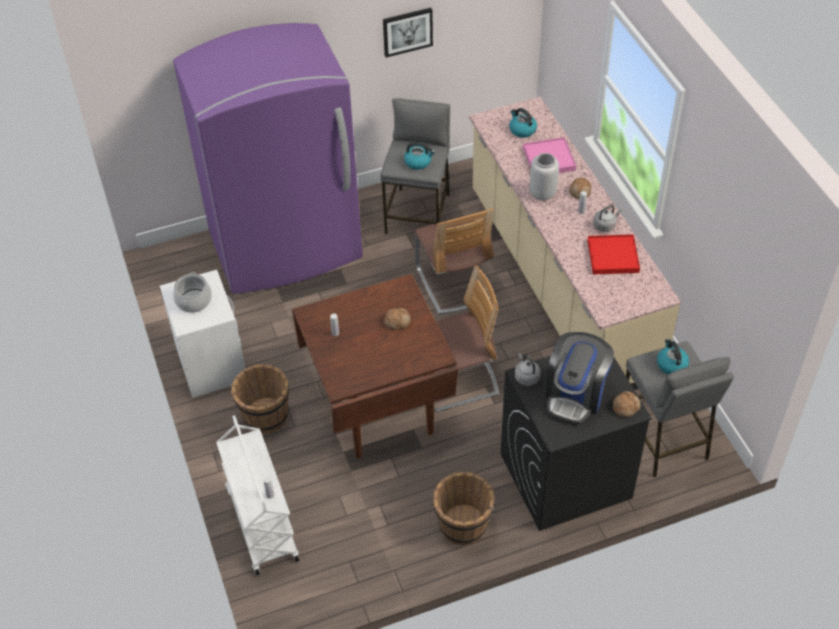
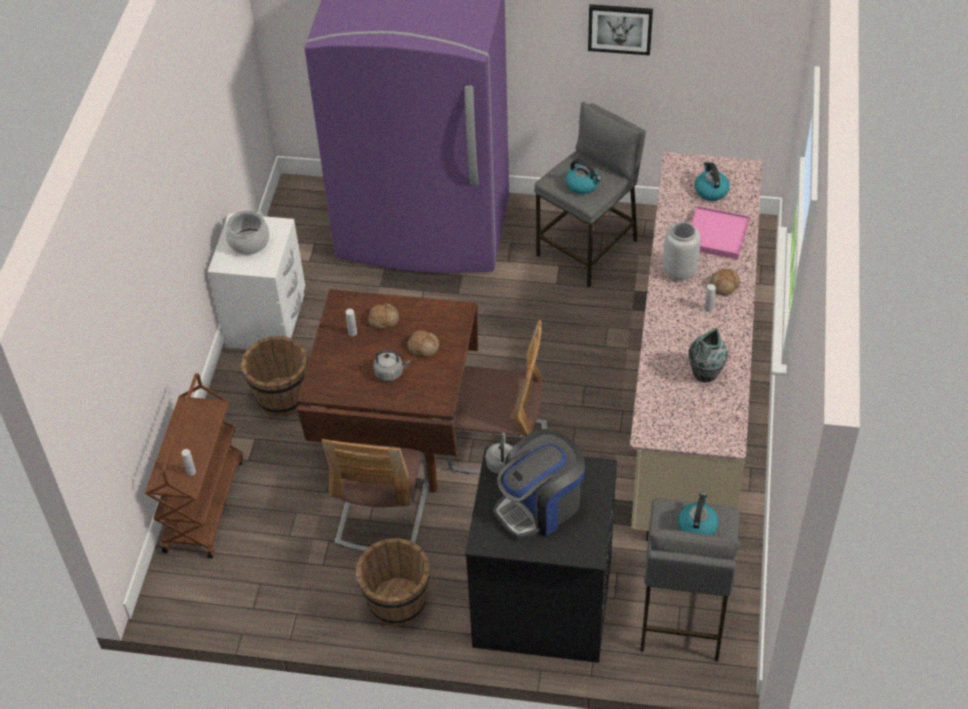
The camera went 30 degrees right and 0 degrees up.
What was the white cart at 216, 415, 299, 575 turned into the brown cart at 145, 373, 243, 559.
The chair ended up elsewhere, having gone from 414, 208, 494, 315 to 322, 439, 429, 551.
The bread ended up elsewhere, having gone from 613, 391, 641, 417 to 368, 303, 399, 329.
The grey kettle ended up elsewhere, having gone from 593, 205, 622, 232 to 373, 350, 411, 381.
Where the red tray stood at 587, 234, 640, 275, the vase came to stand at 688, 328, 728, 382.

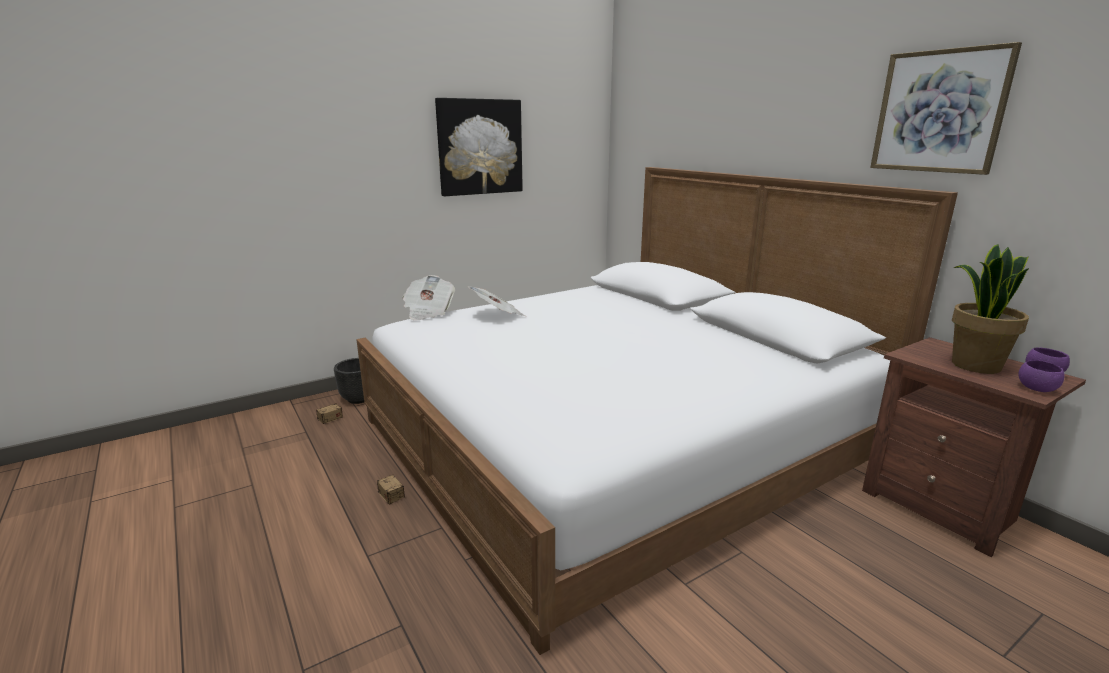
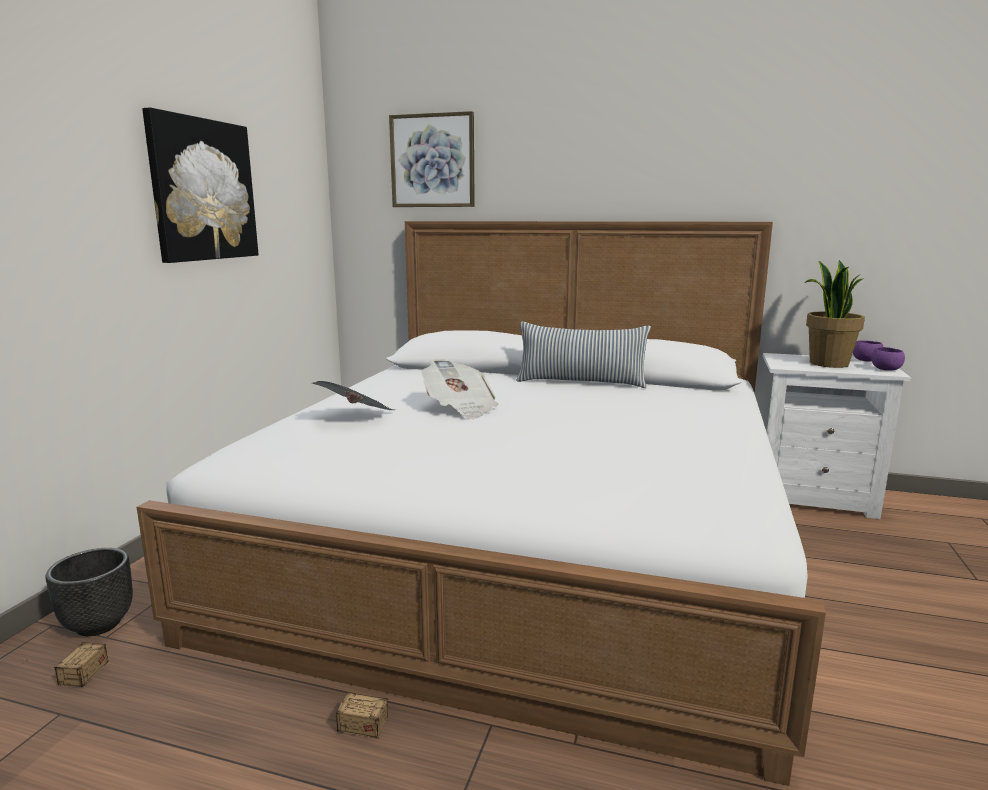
The camera went 40 degrees left and 5 degrees down.
The picture ended up elsewhere, having gone from 870, 42, 1022, 175 to 389, 111, 475, 207.
The newspaper ended up elsewhere, having gone from 402, 275, 456, 320 to 421, 359, 499, 419.
The second view gained the pillow at 517, 322, 651, 388.
What was the brown nightstand at 862, 337, 1086, 557 turned into the white nightstand at 763, 353, 911, 519.

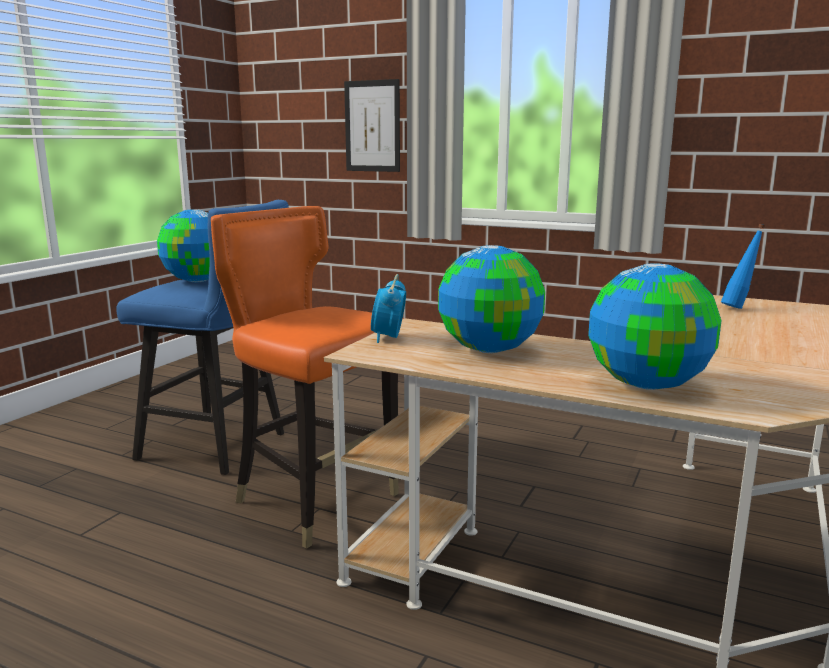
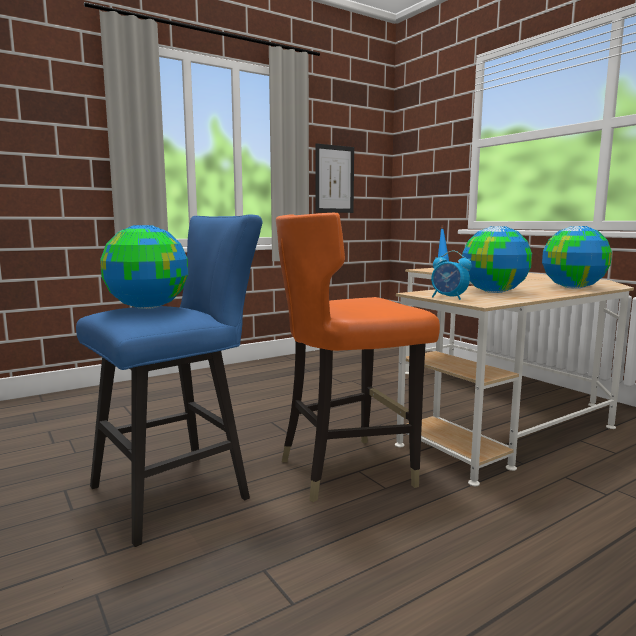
The camera went 60 degrees left and 5 degrees down.
The picture ended up elsewhere, having gone from 344, 79, 400, 172 to 316, 143, 354, 213.

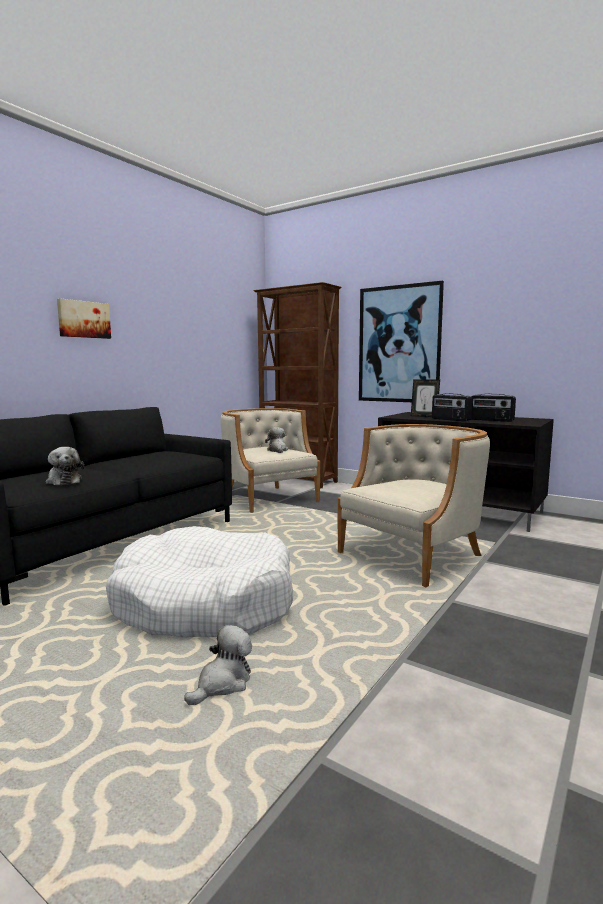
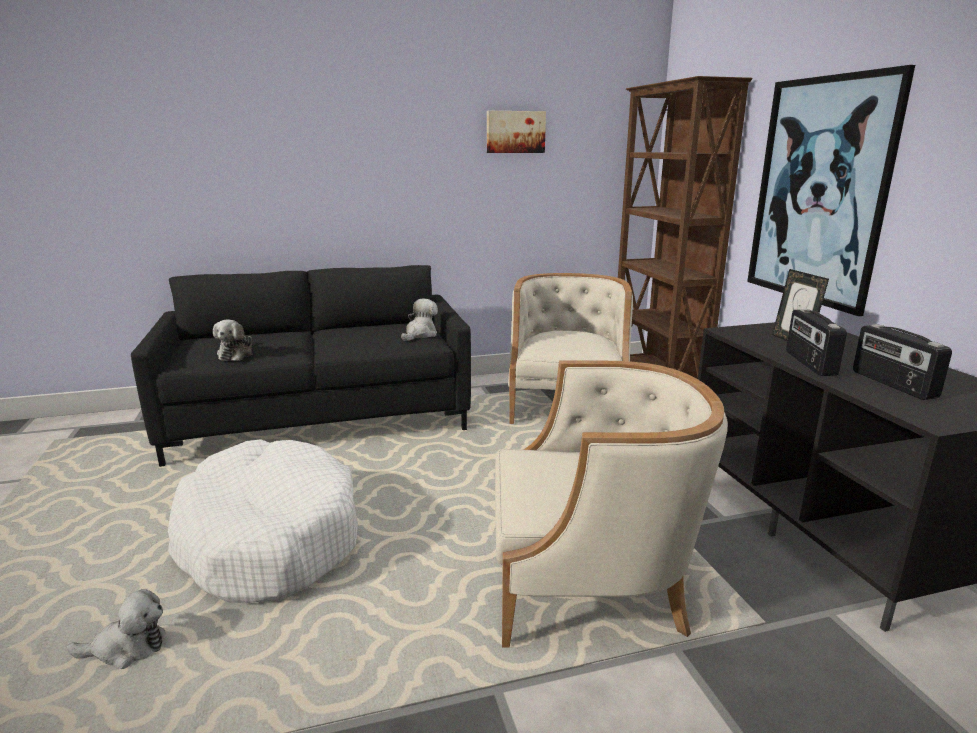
The camera went 40 degrees right and 10 degrees up.
The plush toy ended up elsewhere, having gone from 265, 427, 288, 453 to 401, 299, 438, 341.
The picture ended up elsewhere, having gone from 57, 298, 111, 339 to 487, 111, 546, 153.

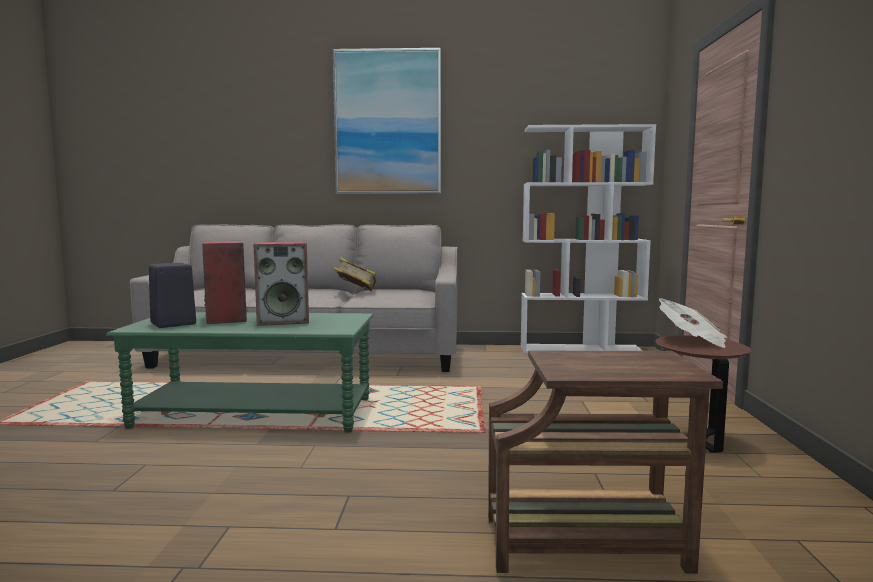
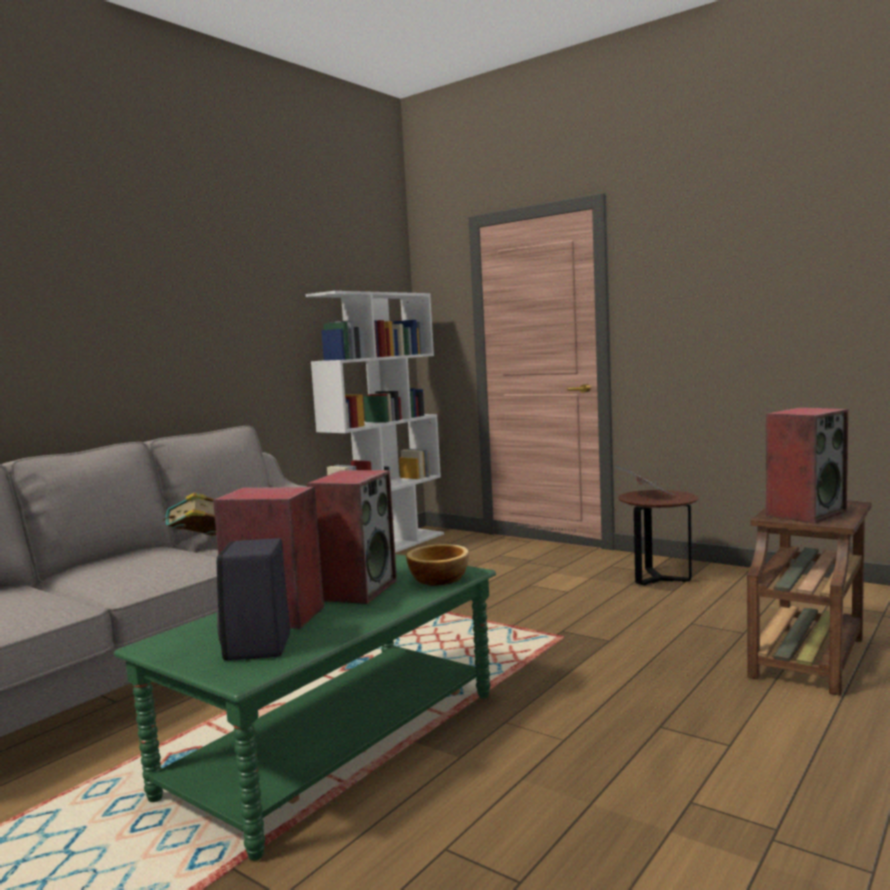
The camera went 55 degrees left and 0 degrees up.
The second view gained the bowl at 406, 544, 469, 586.
The second view gained the speaker at 766, 407, 848, 524.
The second view lost the picture at 333, 48, 441, 194.

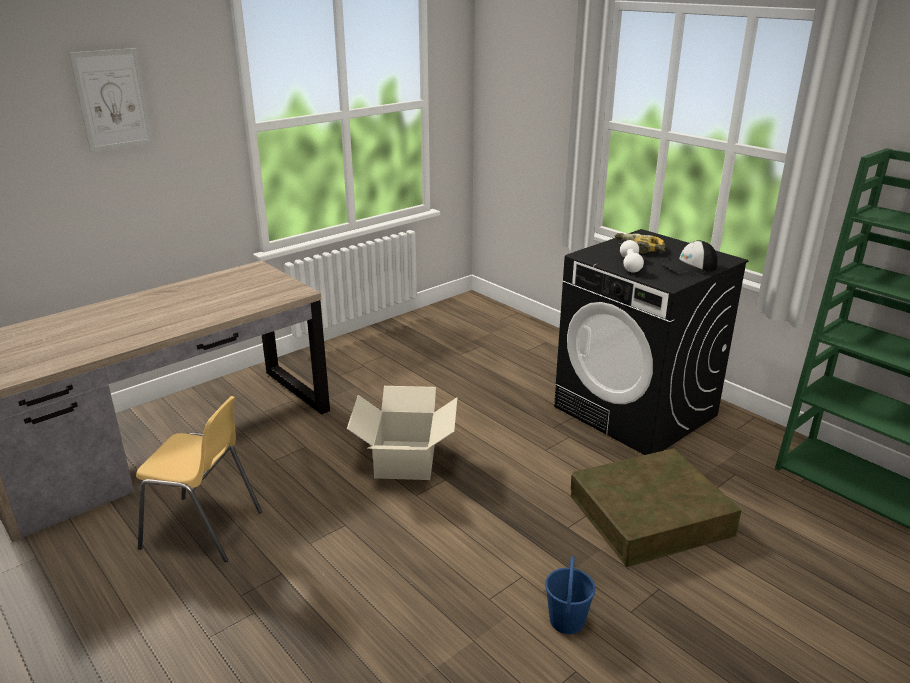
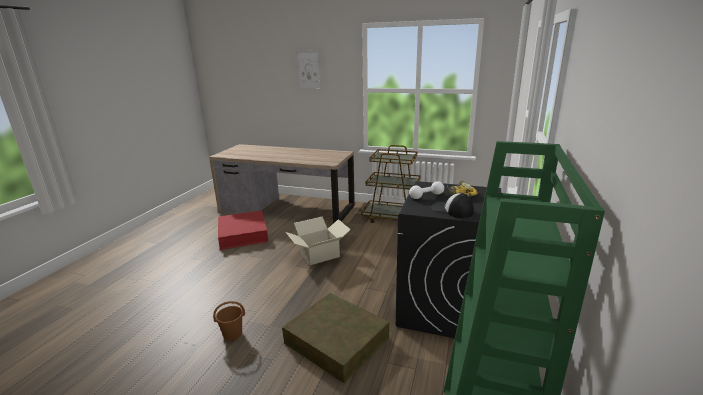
The camera went 60 degrees right and 5 degrees down.
What was the blue bucket at 545, 556, 596, 634 turned into the brown bucket at 213, 301, 245, 341.
Where the yellow chair stood at 136, 396, 262, 562, the red storage box came to stand at 218, 210, 268, 250.
The second view gained the brown cart at 361, 145, 420, 223.

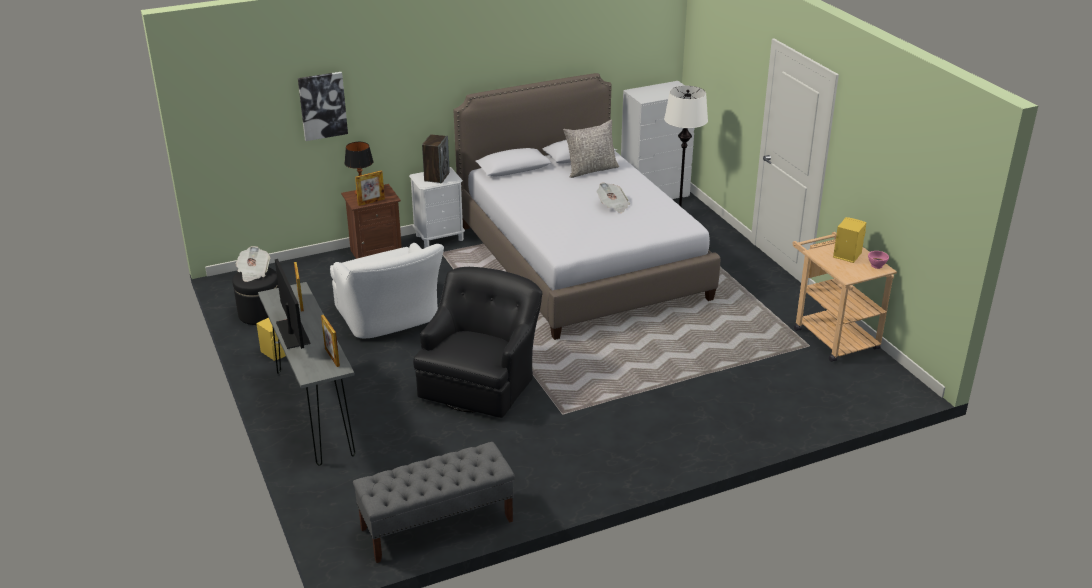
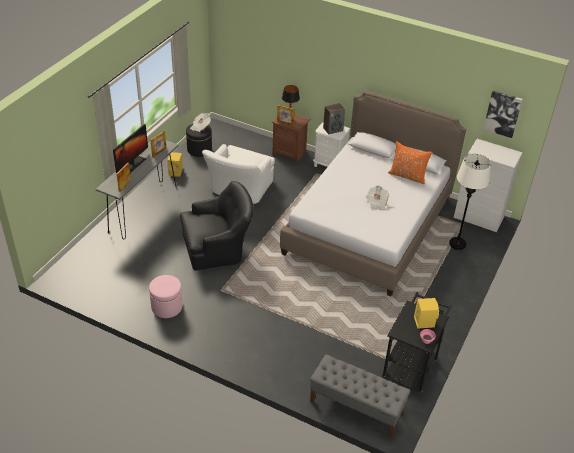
The camera went 50 degrees right and 10 degrees up.
The second view gained the pink ottoman at 149, 275, 182, 318.
The grey bench ended up elsewhere, having gone from 353, 442, 515, 563 to 310, 354, 410, 438.
What was the beige cart at 792, 232, 897, 362 turned into the black cart at 382, 292, 452, 394.
What was the grey pillow at 563, 120, 619, 178 turned into the orange pillow at 388, 141, 433, 184.
The picture ended up elsewhere, having gone from 298, 72, 348, 141 to 483, 91, 523, 138.

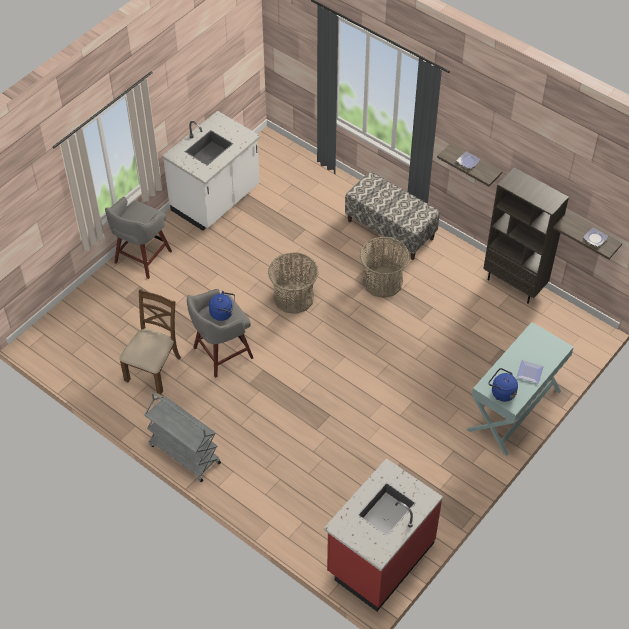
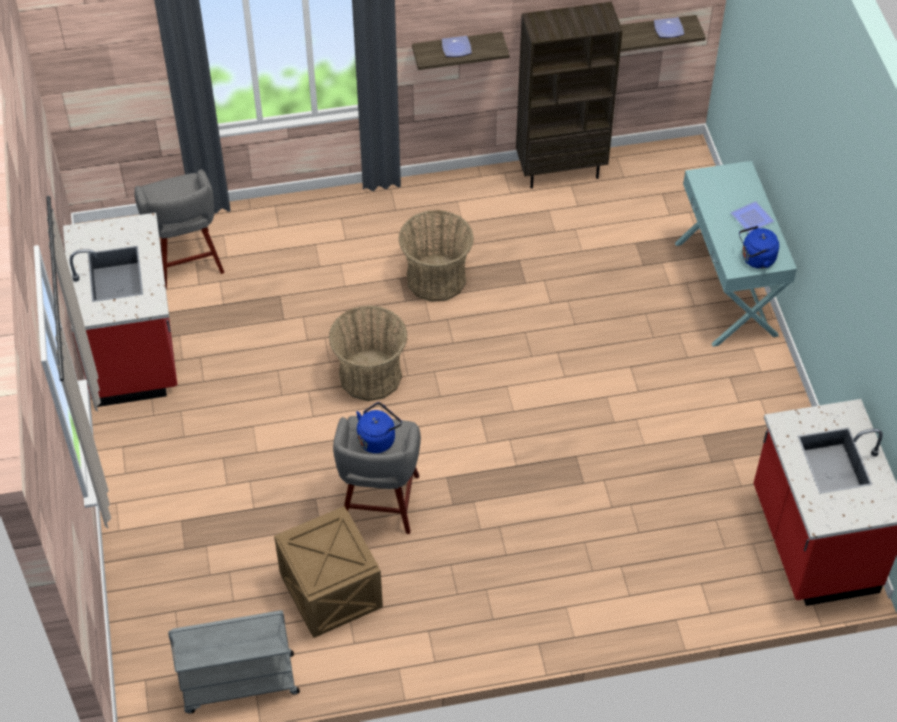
The camera went 50 degrees left and 0 degrees up.
What was the white counter at 162, 111, 260, 231 turned into the red counter at 63, 213, 177, 407.
The grey stool ended up elsewhere, having gone from 105, 197, 172, 279 to 134, 169, 224, 289.
The grey cart ended up elsewhere, having gone from 145, 392, 221, 482 to 168, 610, 300, 714.
Where the brown chair stood at 120, 289, 181, 394, the crate came to stand at 274, 506, 383, 638.
The second view lost the bench at 345, 172, 440, 260.

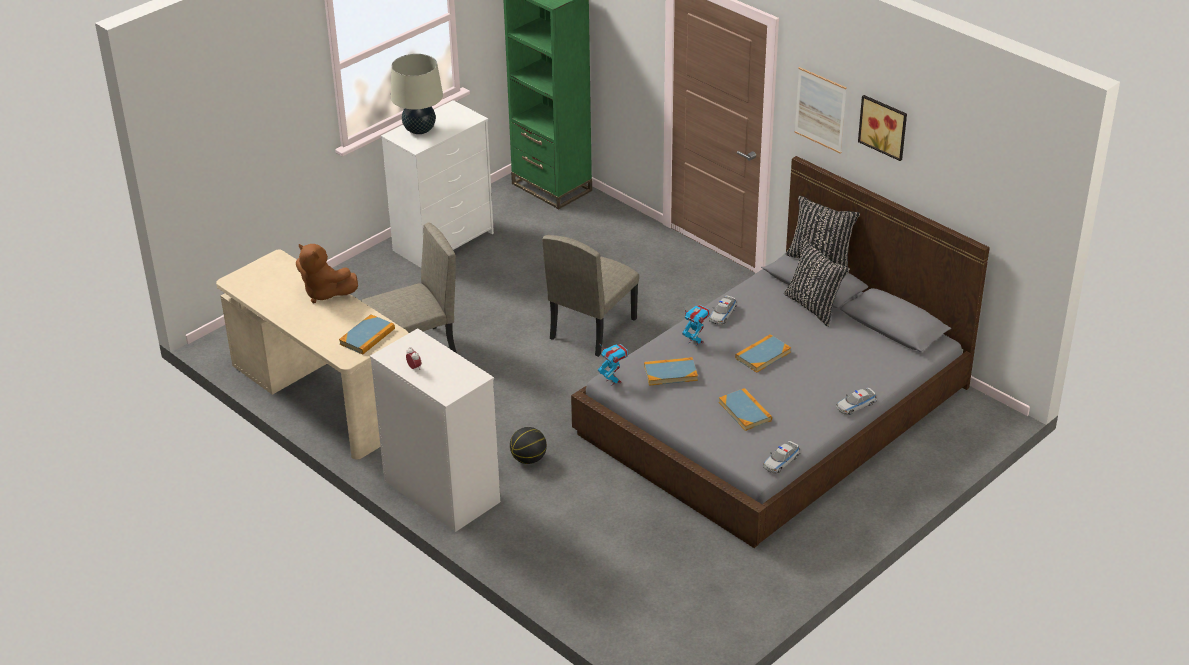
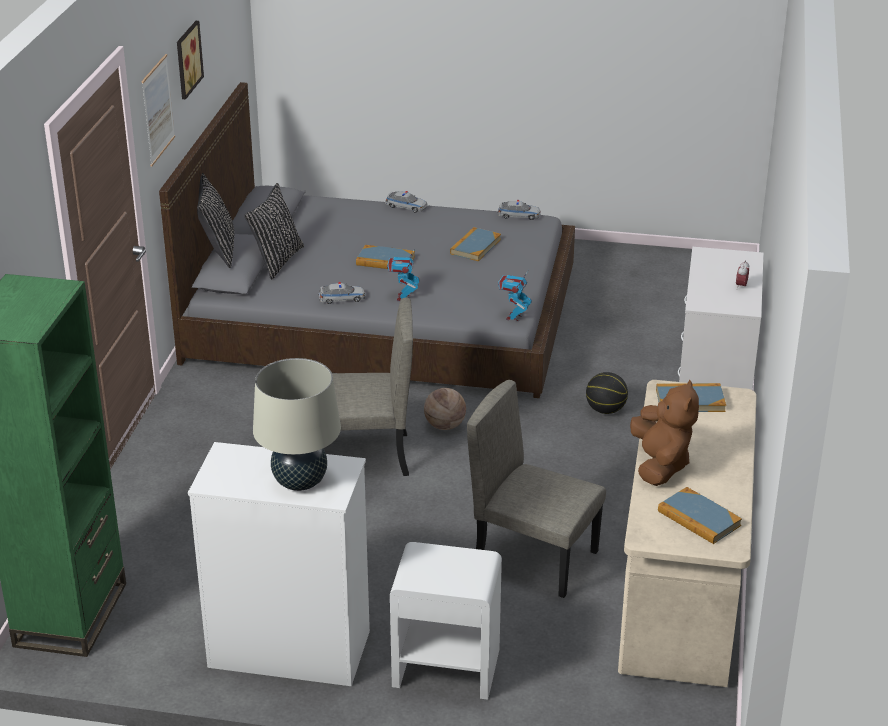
The camera went 125 degrees left and 5 degrees down.
The second view gained the white nightstand at 390, 542, 502, 700.
The second view gained the basketball at 424, 388, 466, 430.
The book ended up elsewhere, having gone from 644, 357, 698, 386 to 658, 487, 742, 544.

